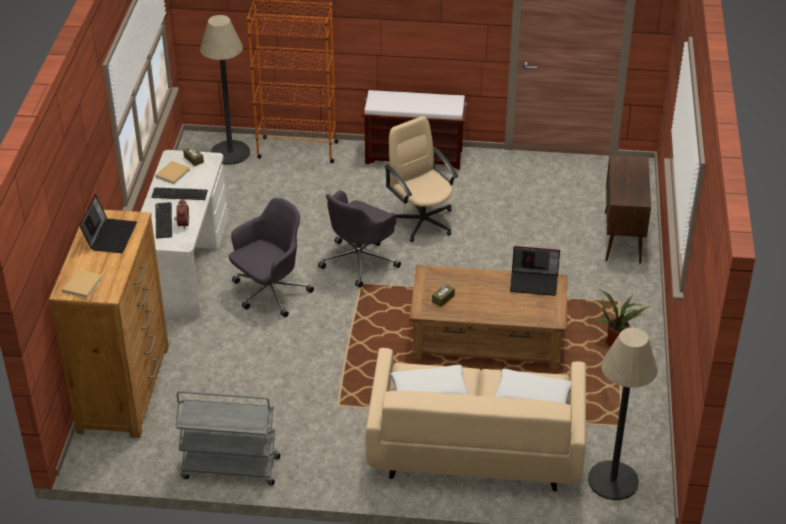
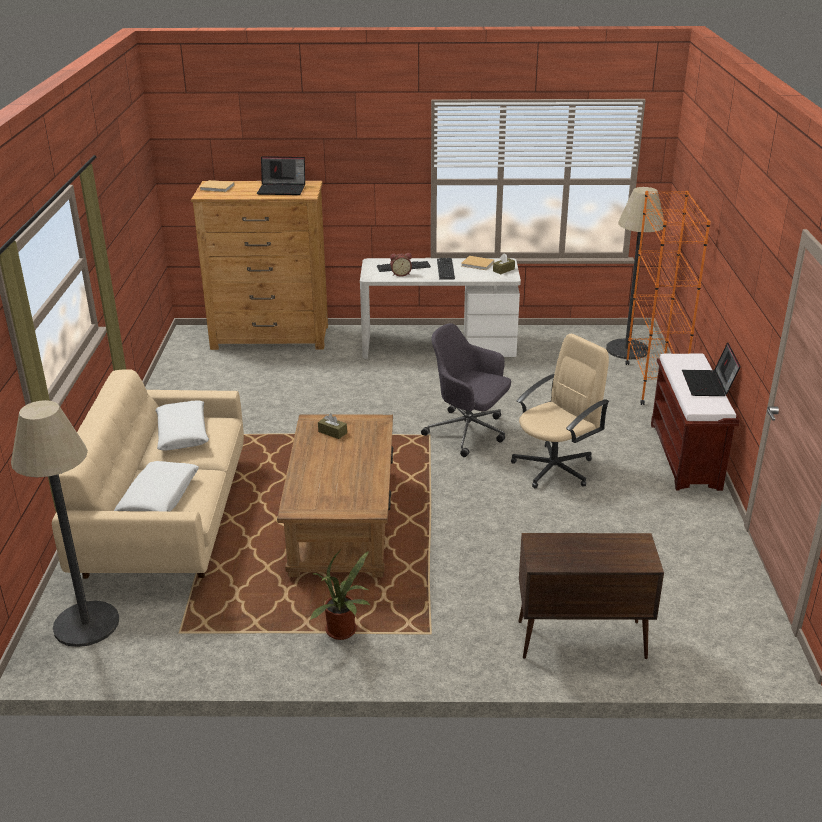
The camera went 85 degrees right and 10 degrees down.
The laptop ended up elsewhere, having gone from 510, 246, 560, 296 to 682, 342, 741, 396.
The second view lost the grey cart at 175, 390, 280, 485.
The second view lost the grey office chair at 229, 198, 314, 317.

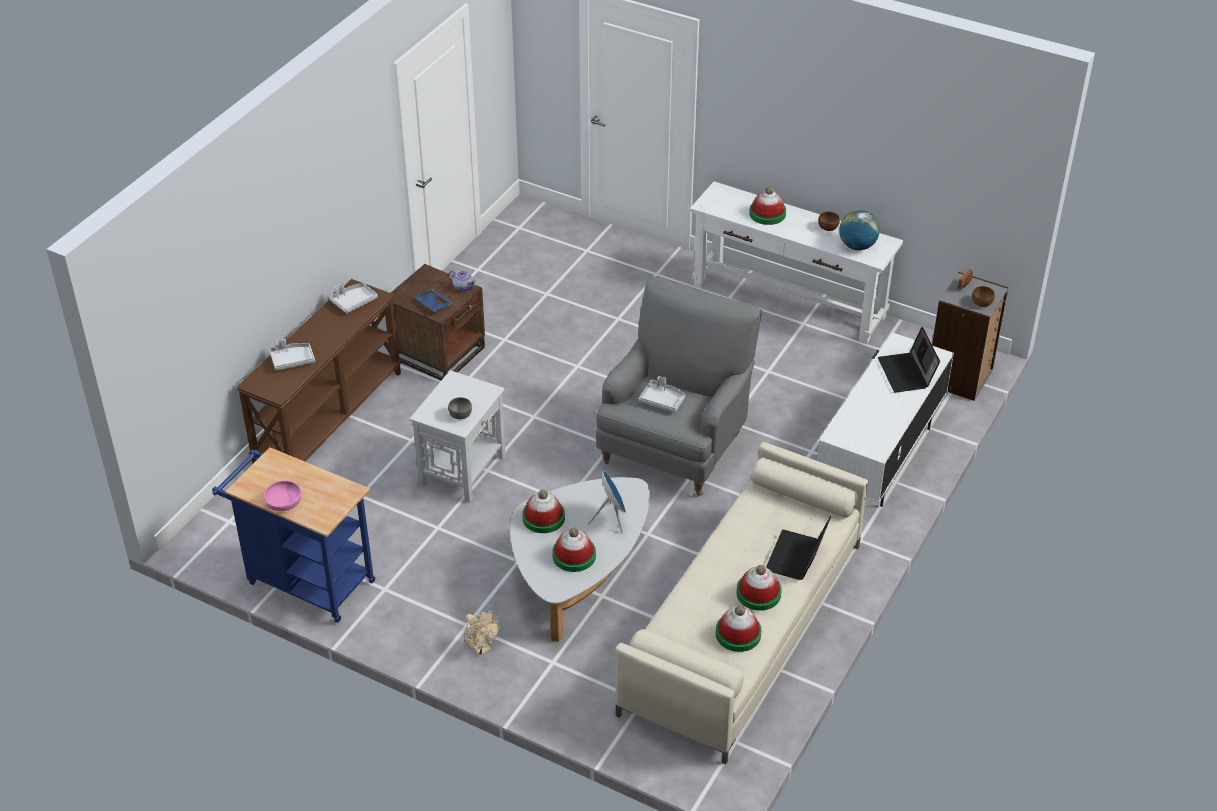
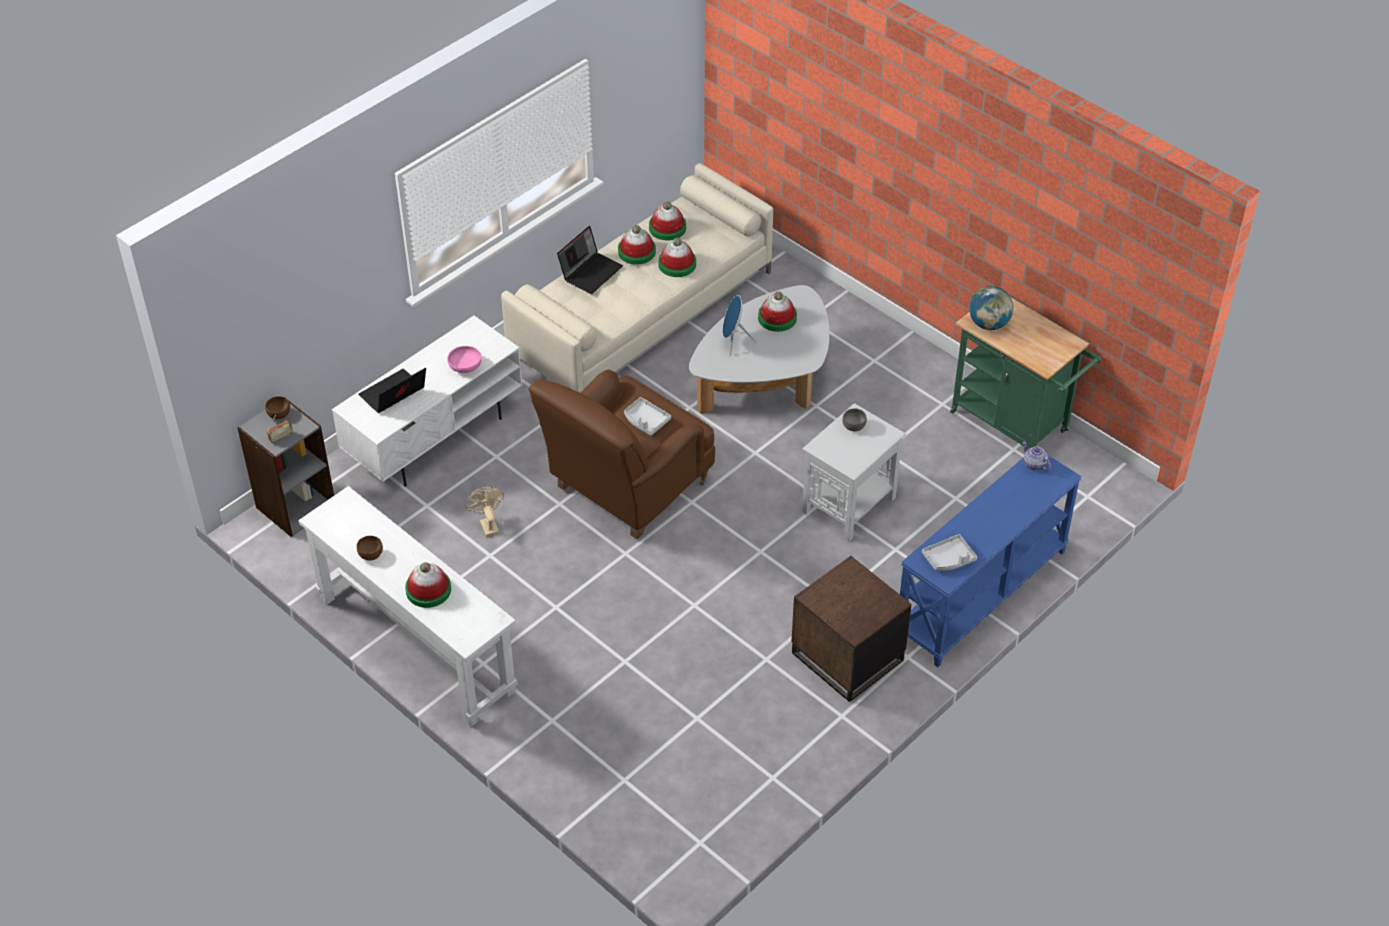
The camera went 165 degrees left and 5 degrees up.
The laptop at 878, 327, 940, 392 ended up facing another way, 135 degrees counterclockwise from before.
The pink bowl ended up elsewhere, having gone from 264, 480, 302, 511 to 447, 346, 482, 373.
The beige fan ended up elsewhere, having gone from 464, 611, 501, 656 to 465, 487, 504, 537.
What was the grey armchair at 596, 277, 762, 496 turned into the brown armchair at 529, 369, 715, 539.
The hat ended up elsewhere, having gone from 522, 490, 565, 533 to 658, 238, 696, 277.
What was the brown console table at 236, 279, 401, 464 turned into the blue console table at 900, 455, 1082, 667.
What was the blue cart at 212, 447, 375, 623 turned into the green cart at 950, 297, 1101, 448.
The globe ended up elsewhere, having gone from 839, 210, 880, 250 to 969, 286, 1013, 330.
The teapot ended up elsewhere, having gone from 449, 270, 476, 292 to 1022, 442, 1051, 471.
The second view lost the grey tray at 269, 339, 315, 371.
The second view lost the blue tray at 414, 289, 453, 311.

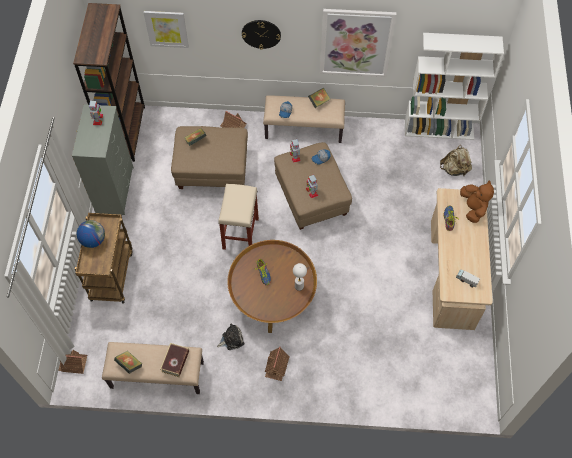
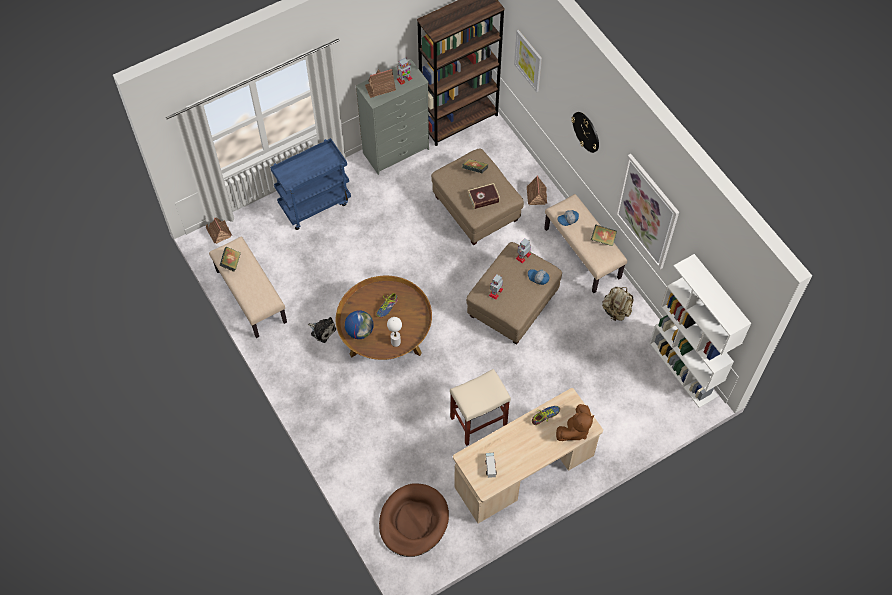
The camera went 55 degrees right and 0 degrees up.
What was the brown cart at 75, 213, 132, 303 turned into the blue cart at 270, 138, 351, 230.
The globe ended up elsewhere, having gone from 77, 220, 105, 248 to 345, 310, 374, 339.
The toy house ended up elsewhere, having gone from 265, 347, 290, 381 to 365, 69, 396, 98.
The second view gained the brown dog bed at 379, 484, 449, 557.
The beige stool ended up elsewhere, having gone from 218, 184, 259, 250 to 450, 369, 511, 446.
The book ended up elsewhere, having gone from 160, 343, 189, 377 to 468, 183, 500, 209.
The beige backpack ended up elsewhere, having gone from 440, 145, 472, 176 to 602, 287, 633, 321.

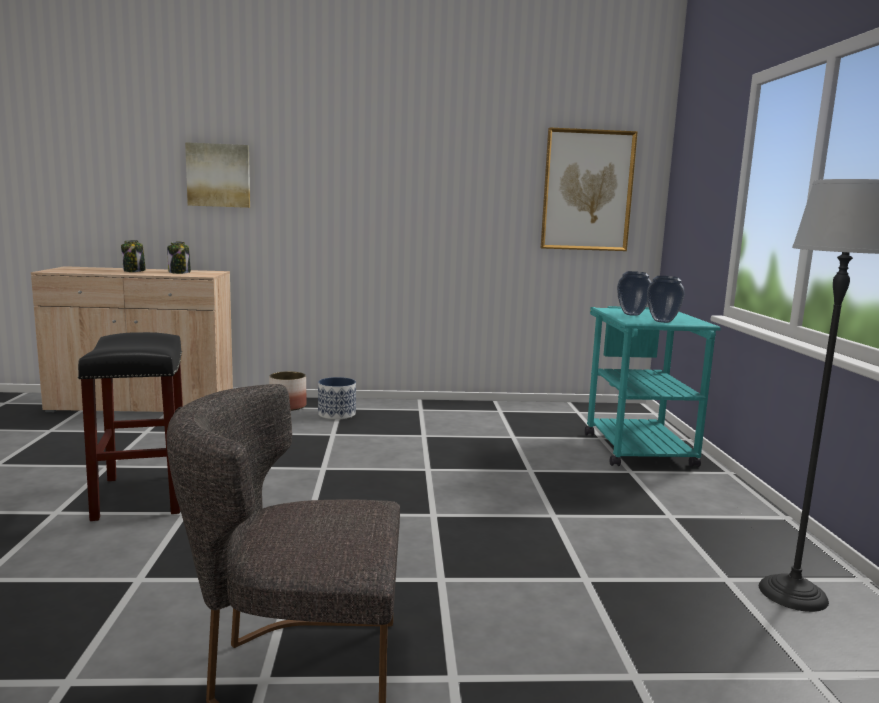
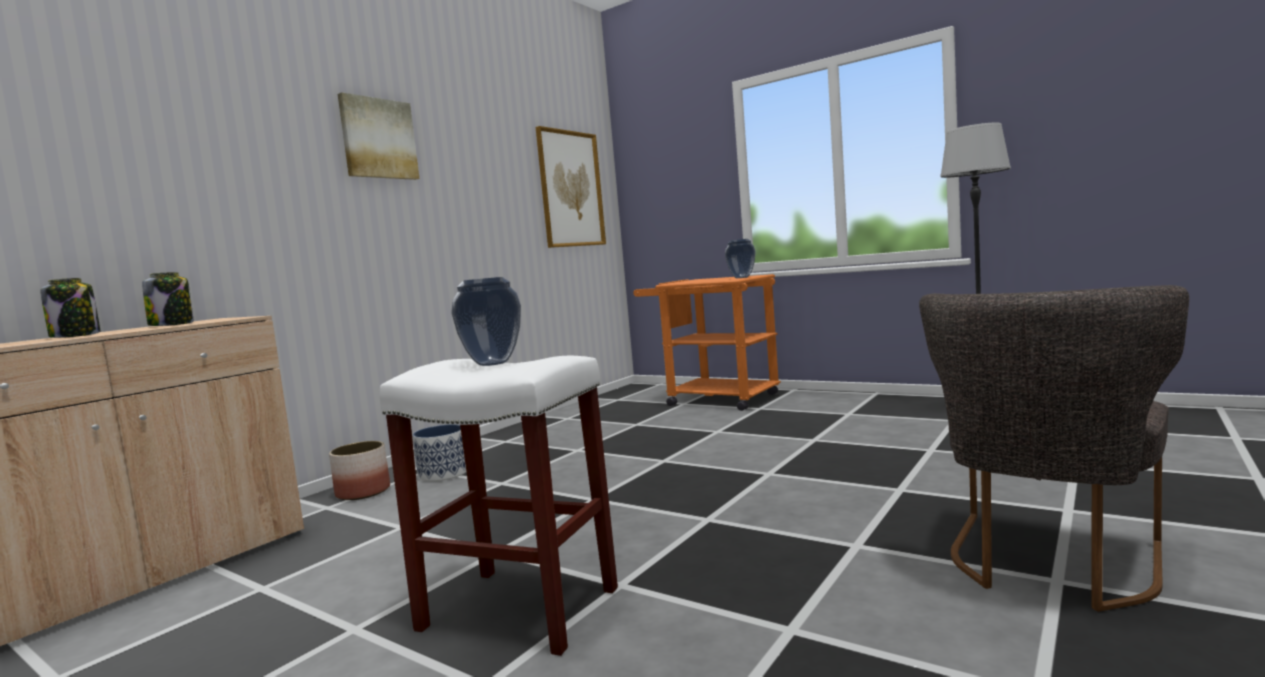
The camera went 50 degrees left and 5 degrees down.
The picture ended up elsewhere, having gone from 185, 142, 250, 208 to 338, 92, 419, 180.
What was the black stool at 78, 332, 183, 521 turned into the white stool at 380, 356, 618, 656.
The vase ended up elsewhere, having gone from 617, 271, 651, 316 to 451, 277, 521, 366.
What was the turquoise cart at 585, 306, 721, 467 turned into the orange cart at 633, 274, 781, 411.

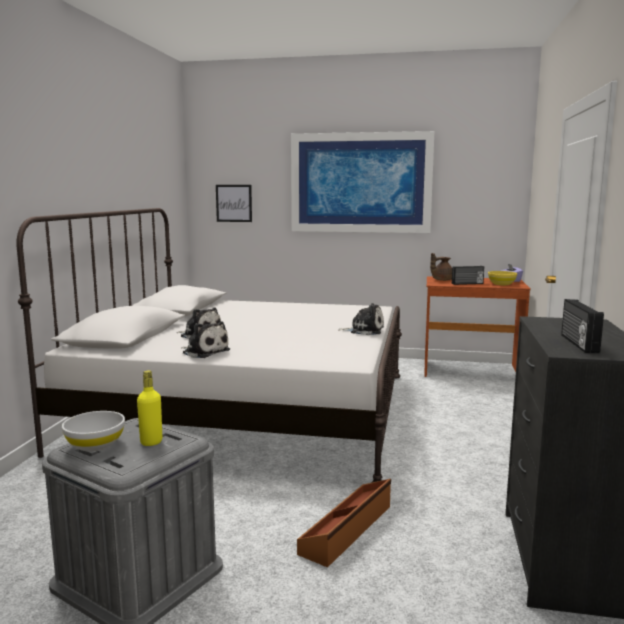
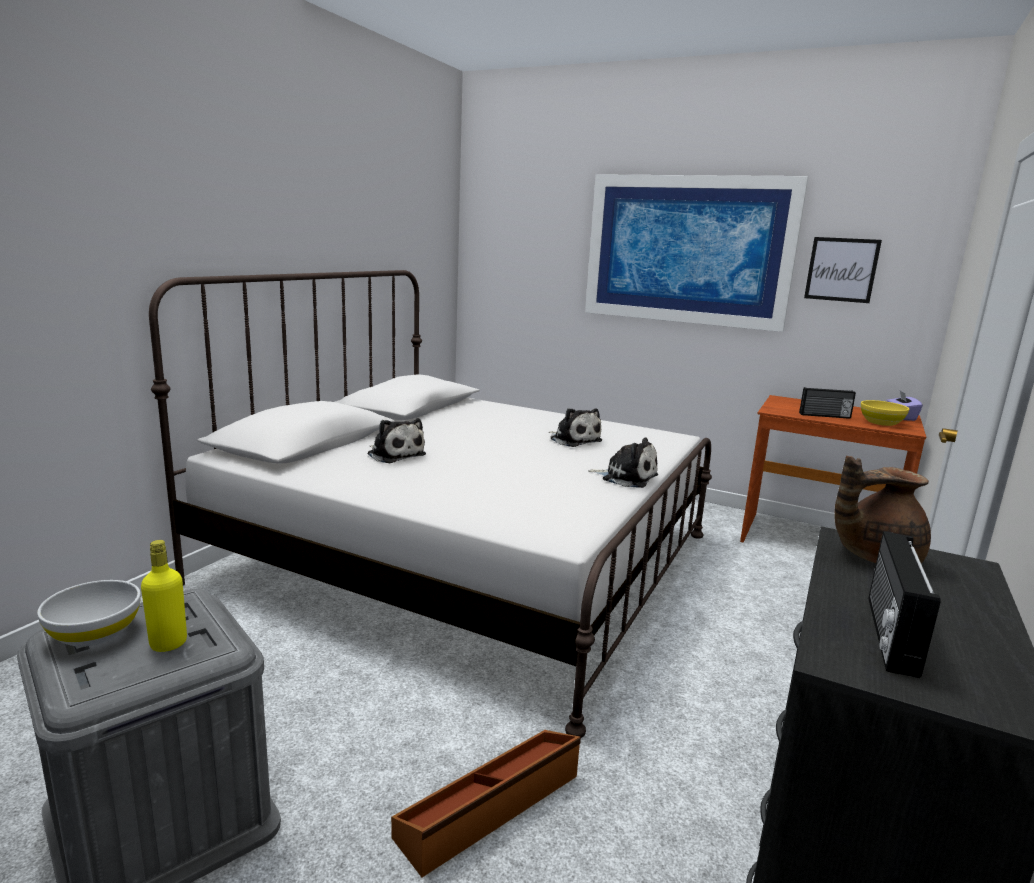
The camera went 15 degrees right and 5 degrees up.
The plush toy ended up elsewhere, having gone from 181, 321, 230, 358 to 549, 408, 602, 447.
The picture ended up elsewhere, having gone from 216, 185, 252, 222 to 804, 237, 882, 303.
The brown teapot ended up elsewhere, having gone from 430, 253, 452, 281 to 834, 456, 931, 563.

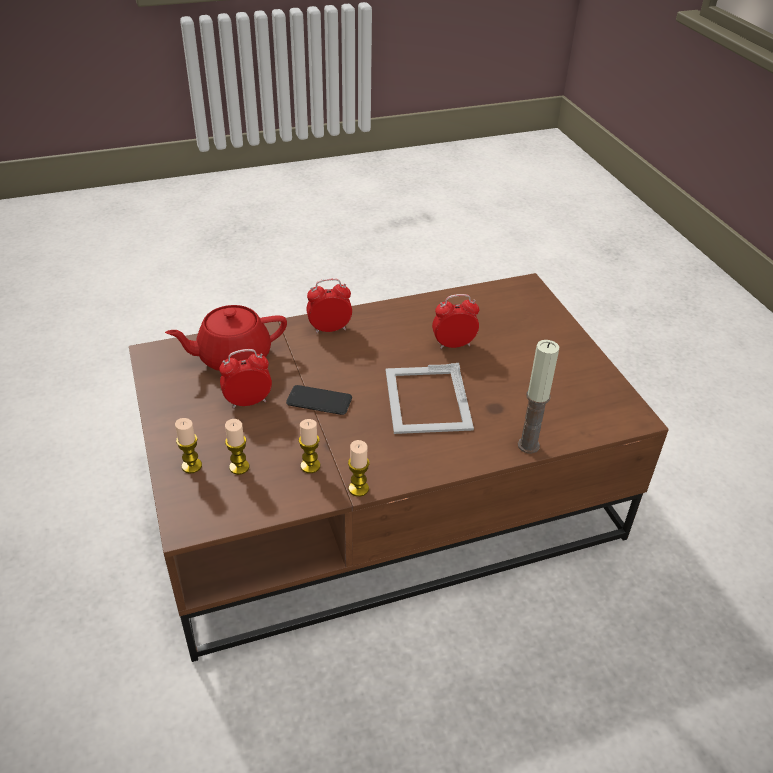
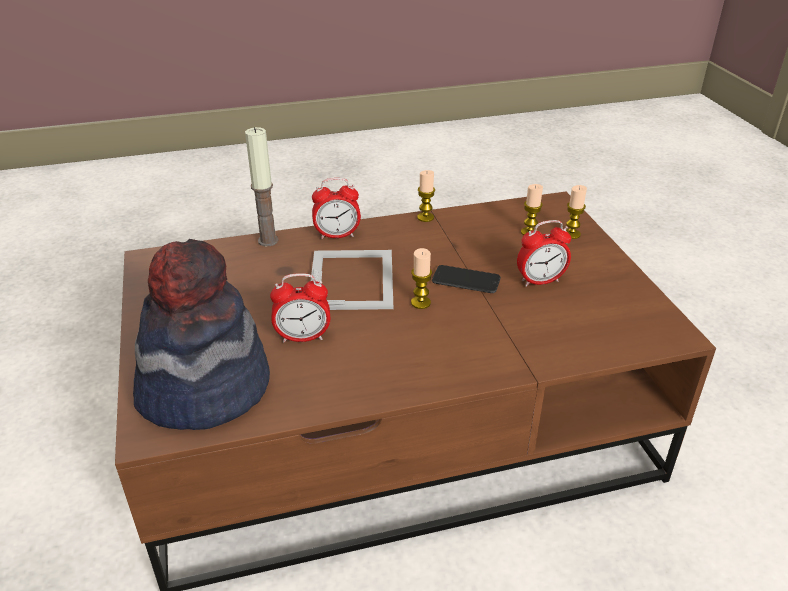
The camera went 175 degrees left and 5 degrees down.
The second view gained the hat at 133, 239, 270, 430.
The alarm clock ended up elsewhere, having gone from 307, 278, 352, 333 to 312, 178, 361, 239.
The candle ended up elsewhere, having gone from 299, 419, 320, 473 to 411, 248, 432, 309.
The second view lost the red teapot at 165, 305, 287, 371.

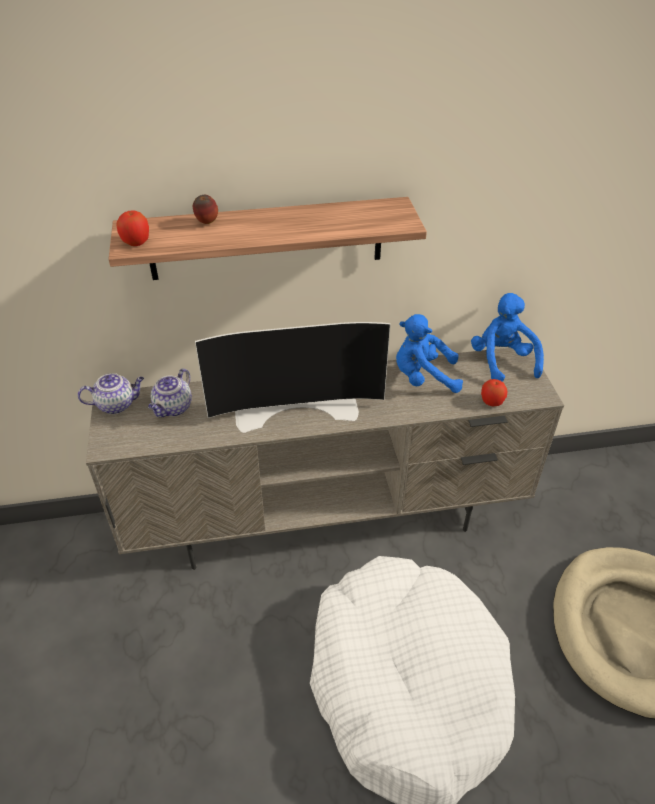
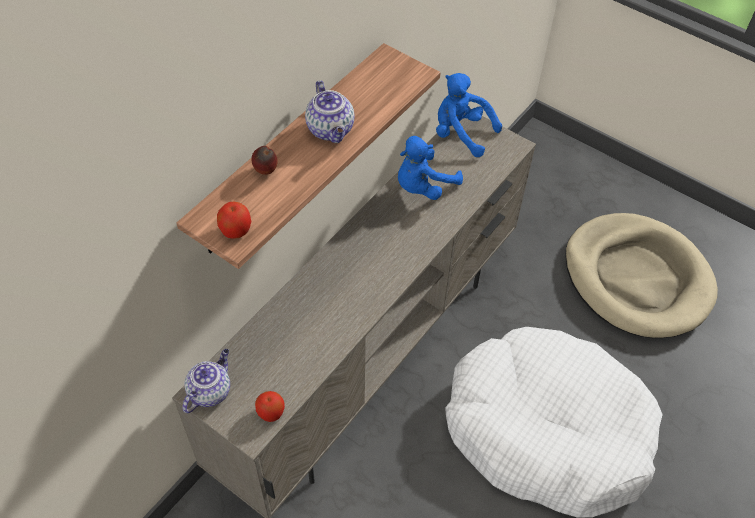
The camera went 45 degrees left and 10 degrees up.
The apple ended up elsewhere, having gone from 481, 379, 507, 406 to 255, 391, 285, 422.
The teapot ended up elsewhere, having gone from 148, 368, 192, 417 to 305, 80, 354, 143.
The second view lost the television at 195, 322, 391, 433.

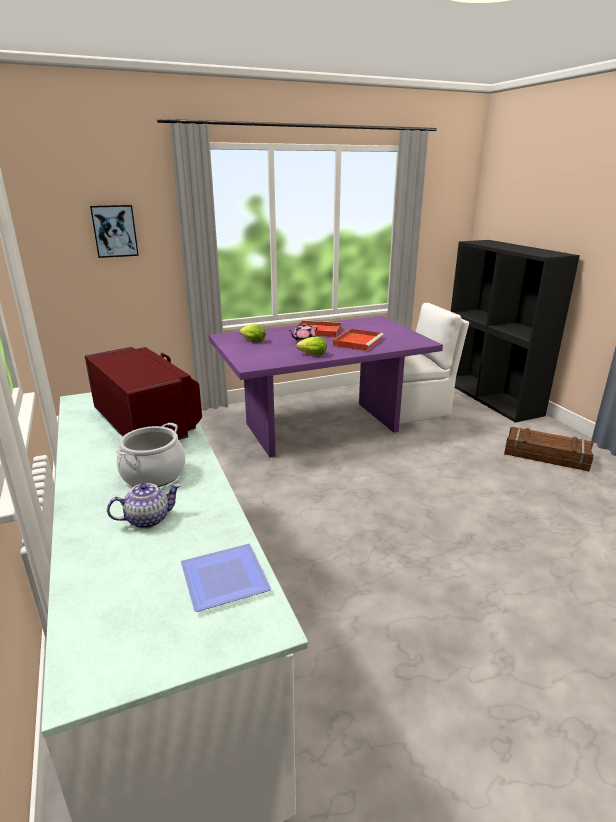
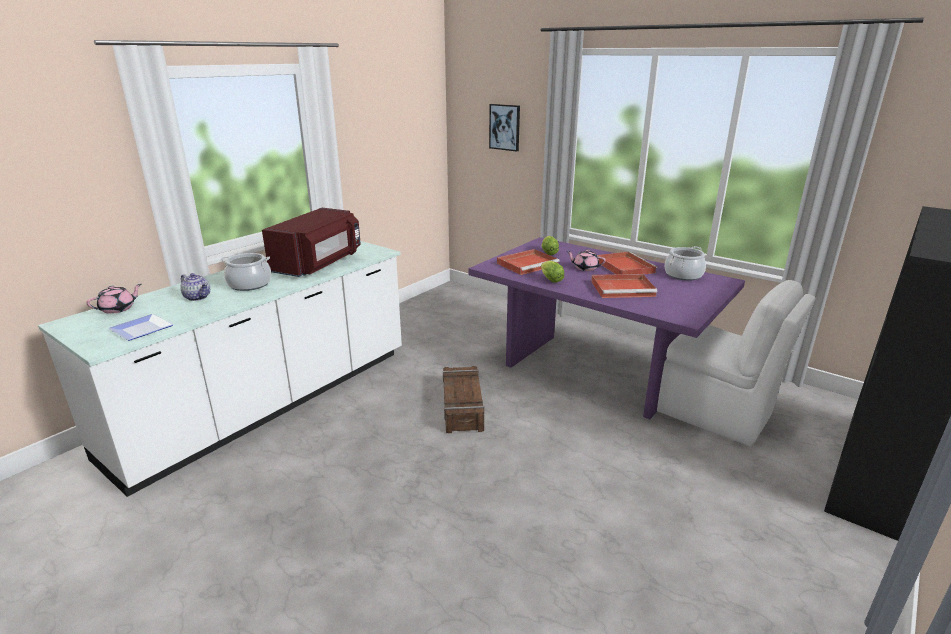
The camera went 60 degrees right and 0 degrees up.
The second view gained the pink teapot at 86, 284, 141, 314.
The crate ended up elsewhere, having gone from 504, 427, 593, 472 to 443, 366, 484, 433.
The second view gained the red tray at 497, 249, 560, 275.
The second view gained the cooking pot at 664, 246, 706, 281.

